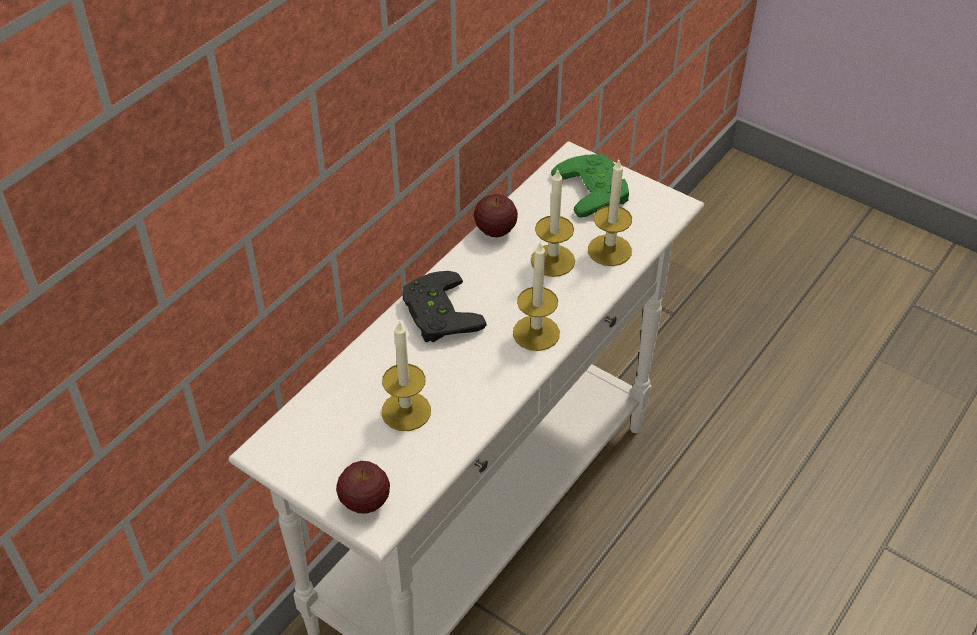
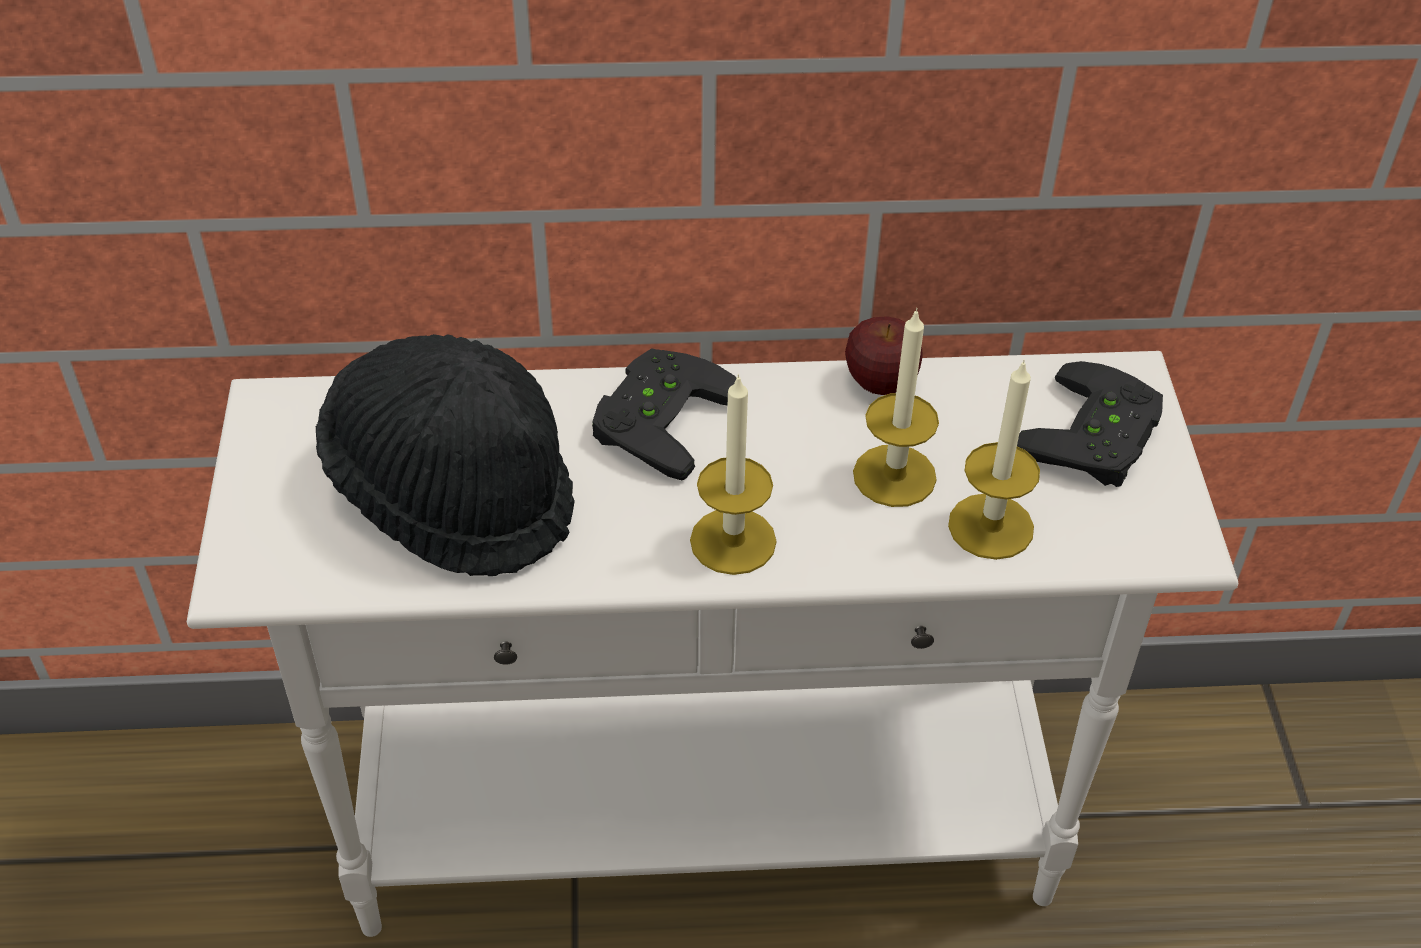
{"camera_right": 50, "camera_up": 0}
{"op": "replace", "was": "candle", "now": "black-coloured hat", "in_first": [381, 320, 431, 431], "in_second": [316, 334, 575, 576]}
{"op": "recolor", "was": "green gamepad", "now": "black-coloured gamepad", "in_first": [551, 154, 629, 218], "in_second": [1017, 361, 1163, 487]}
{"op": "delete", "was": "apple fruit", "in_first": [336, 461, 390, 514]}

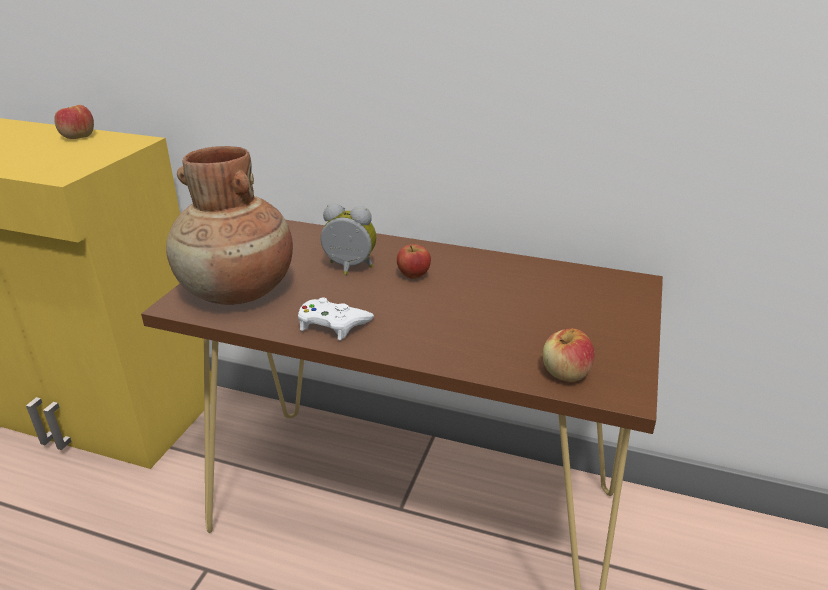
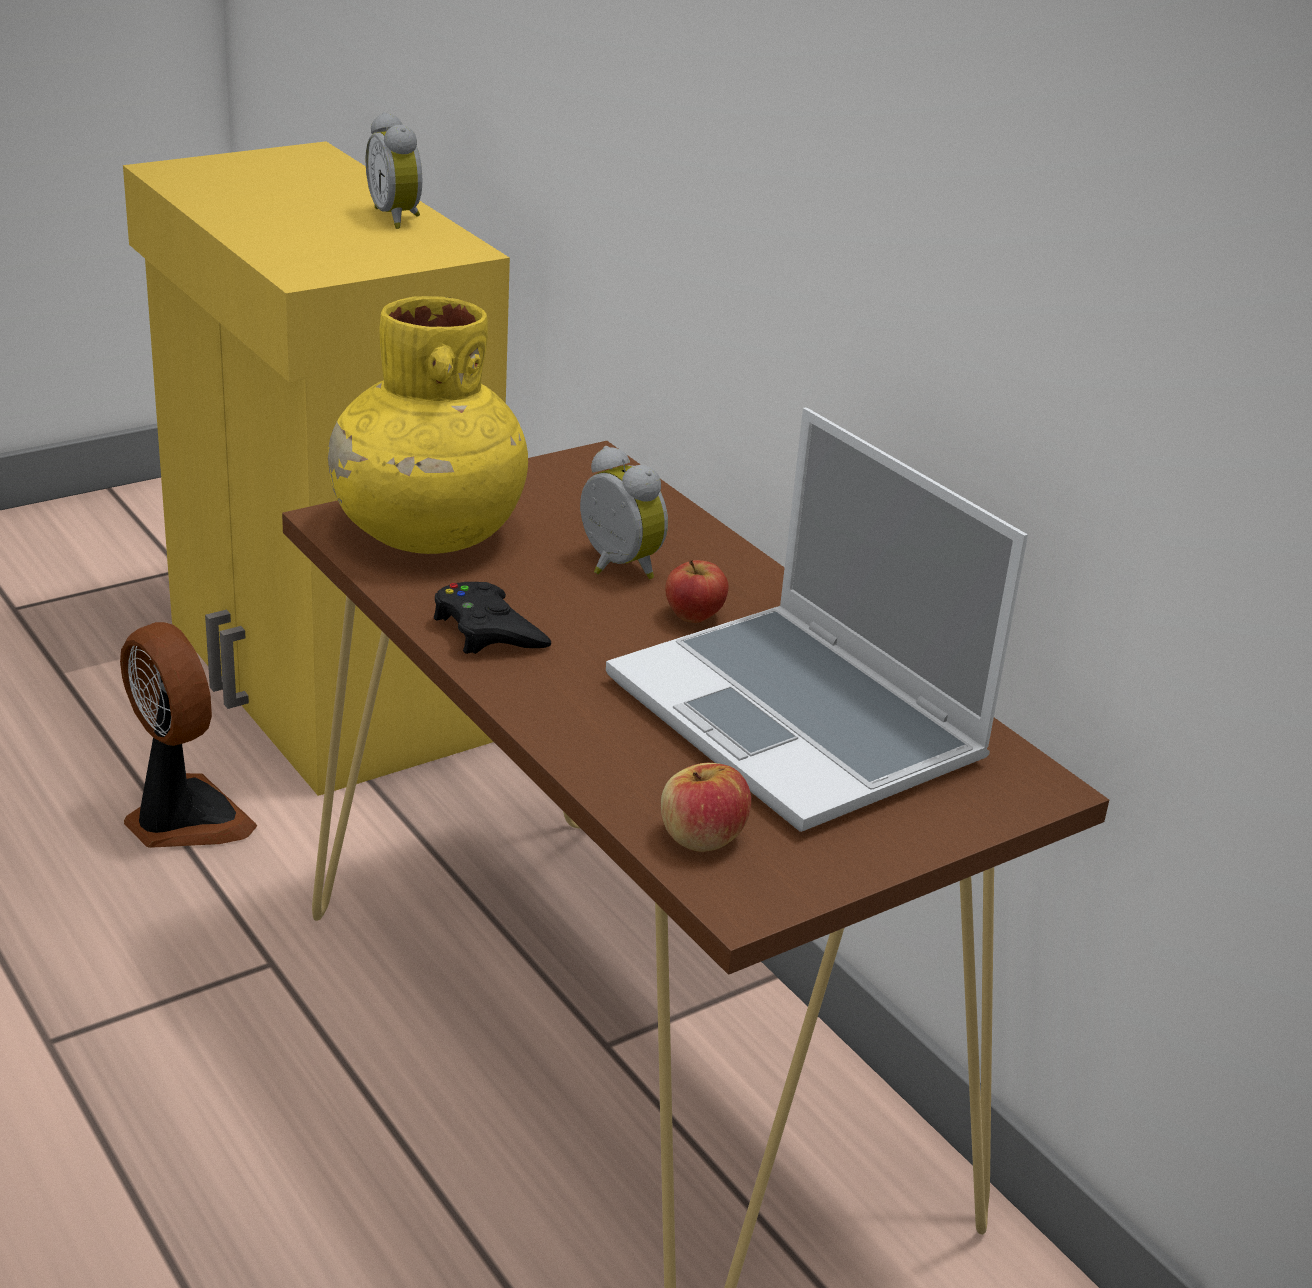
{"camera_right": 35, "camera_up": 0}
{"op": "insert", "now": "cooling fan", "in_second": [120, 622, 257, 848]}
{"op": "recolor", "was": "brown decorative vase", "now": "yellow decorative vase", "in_first": [166, 146, 293, 305], "in_second": [328, 296, 528, 554]}
{"op": "replace", "was": "apple fruit", "now": "bedside clock", "in_first": [54, 105, 94, 139], "in_second": [366, 112, 422, 229]}
{"op": "recolor", "was": "white gamepad", "now": "black-coloured gamepad", "in_first": [298, 298, 374, 340], "in_second": [434, 582, 551, 654]}
{"op": "insert", "now": "portable computer", "in_second": [606, 407, 1028, 832]}

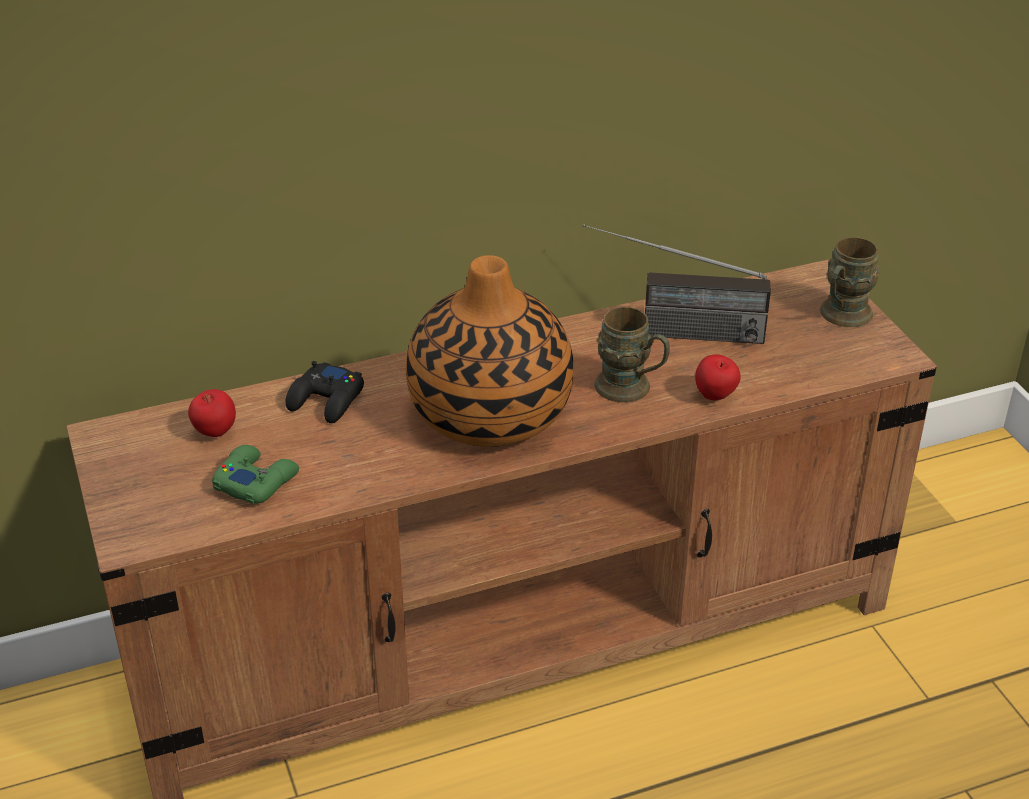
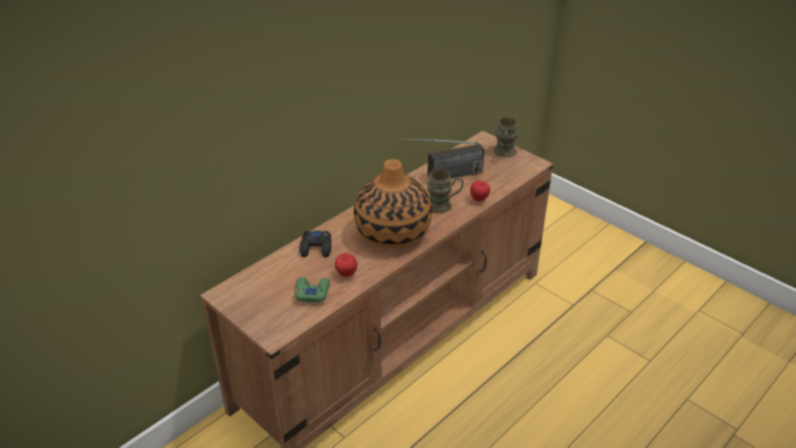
{"camera_right": -25, "camera_up": 0}
{"op": "move", "was": "apple fruit", "in_first": [188, 389, 236, 437], "in_second": [335, 253, 357, 277]}

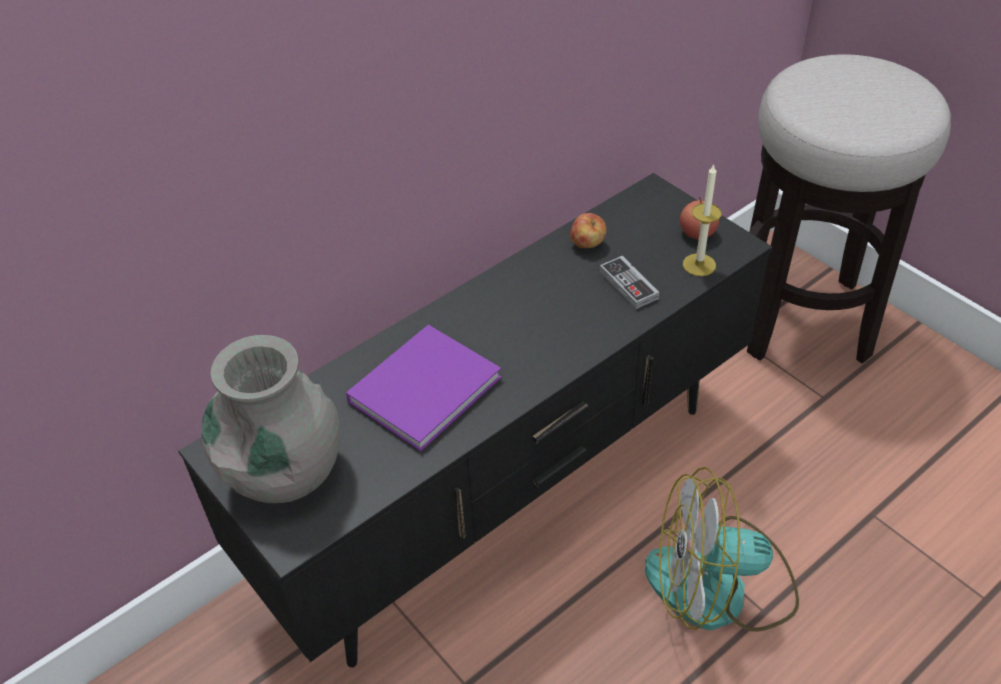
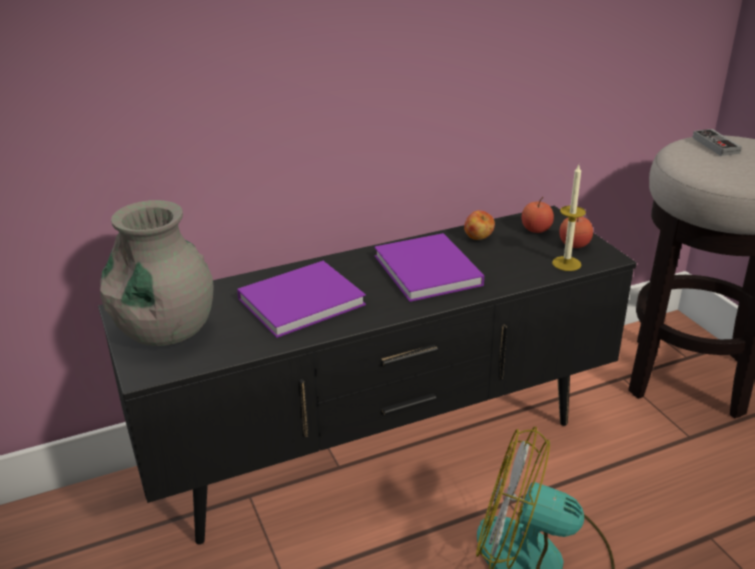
{"camera_right": 15, "camera_up": -15}
{"op": "insert", "now": "purplish bound book", "in_second": [374, 233, 484, 302]}
{"op": "insert", "now": "apple fruit", "in_second": [522, 197, 554, 233]}
{"op": "move", "was": "gamepad", "in_first": [600, 256, 659, 309], "in_second": [692, 129, 742, 156]}

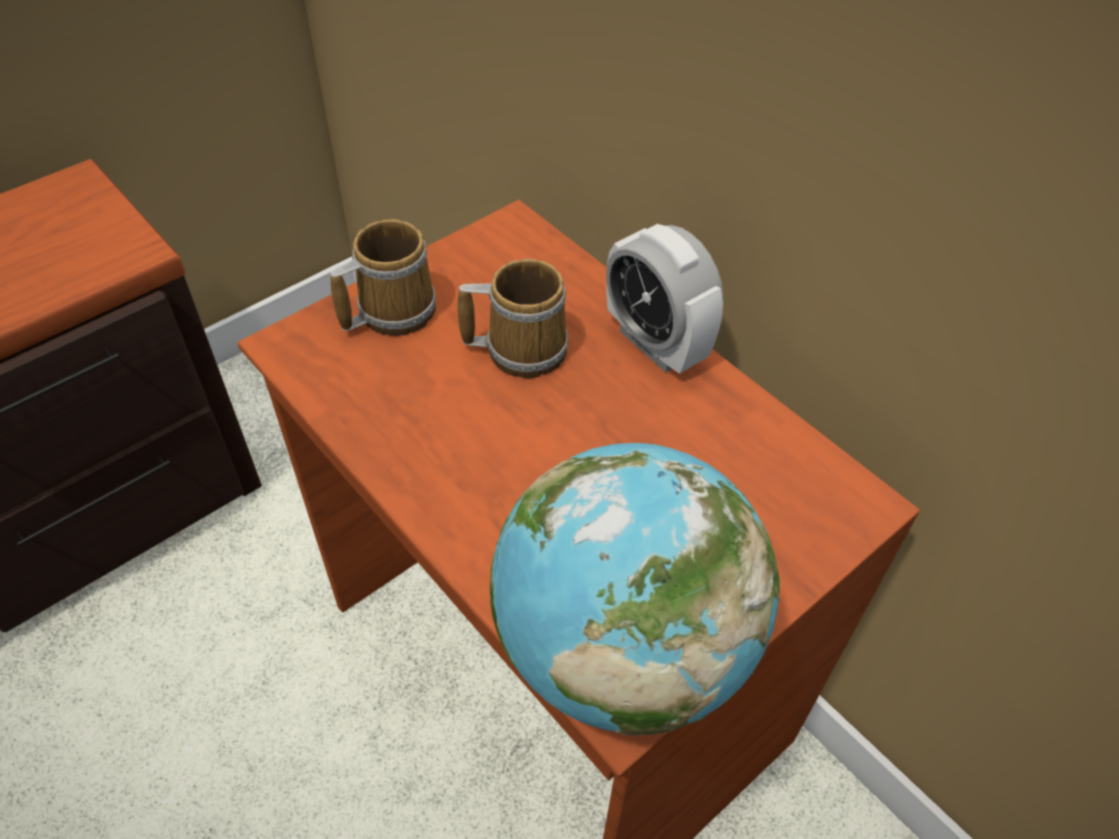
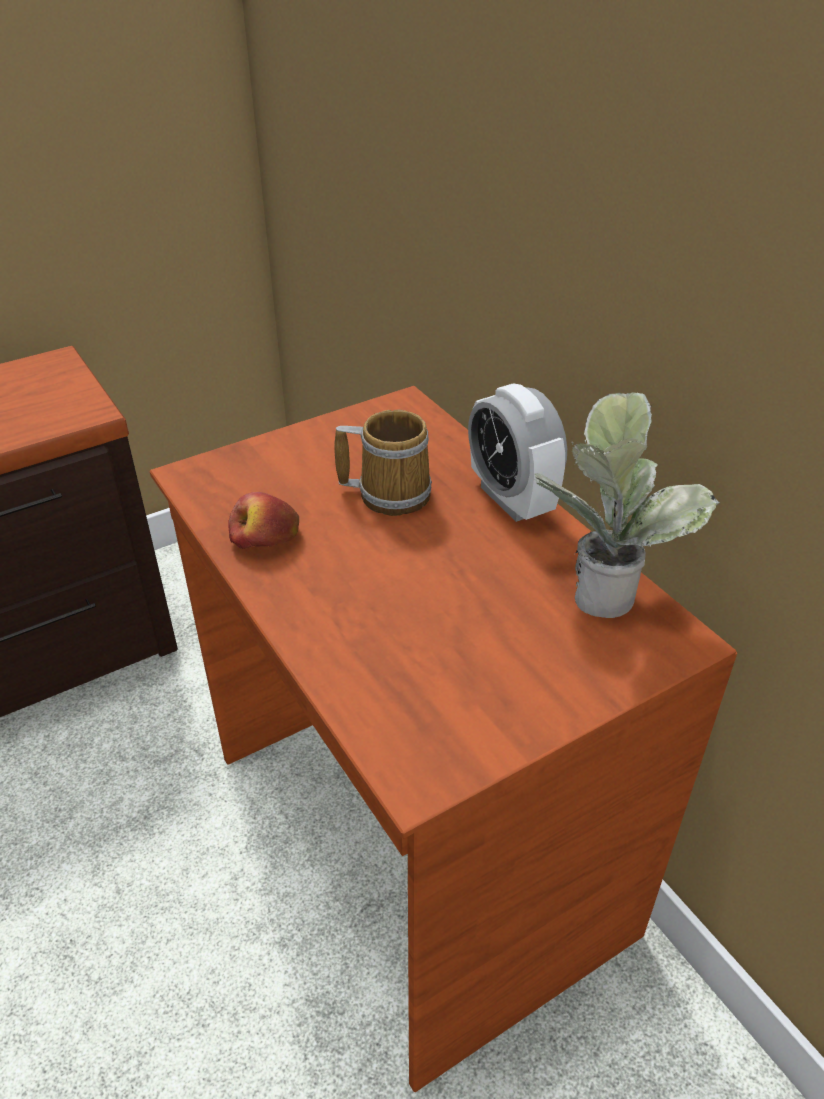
{"camera_right": 10, "camera_up": -10}
{"op": "insert", "now": "apple fruit", "in_second": [229, 492, 299, 549]}
{"op": "insert", "now": "houseplant", "in_second": [535, 392, 720, 618]}
{"op": "delete", "was": "coffee mug", "in_first": [330, 219, 436, 336]}
{"op": "delete", "was": "world globe", "in_first": [490, 443, 780, 736]}

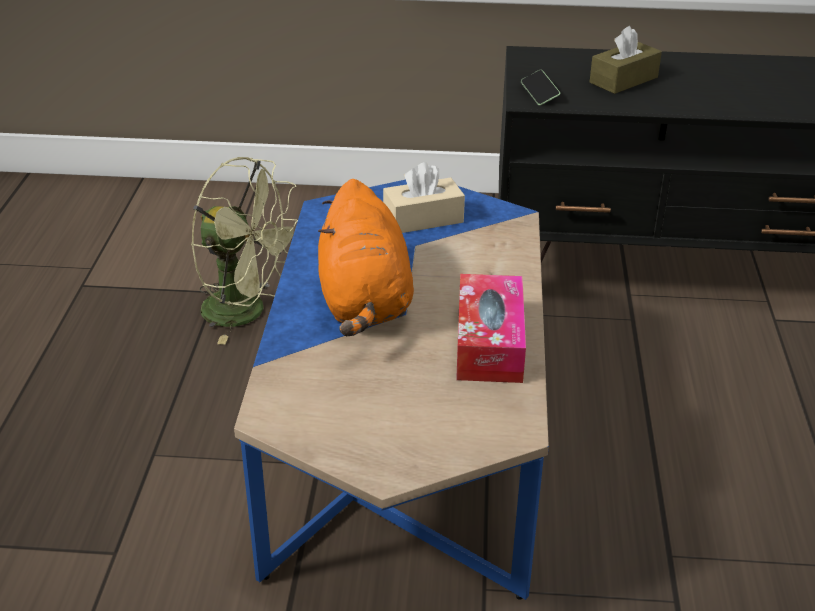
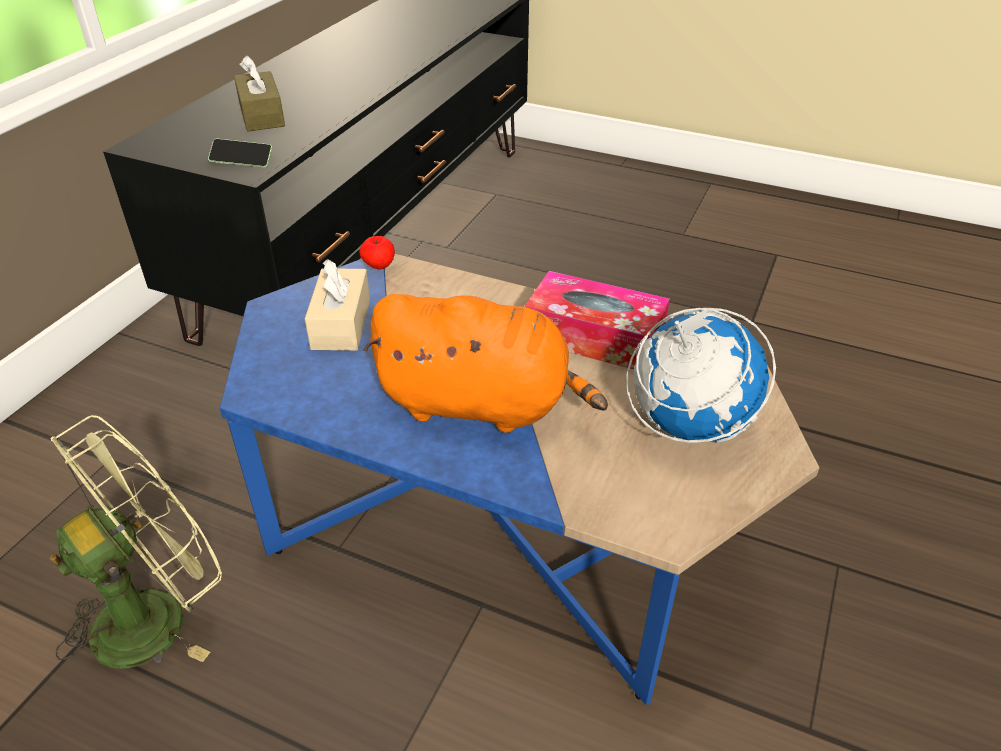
{"camera_right": -70, "camera_up": 5}
{"op": "insert", "now": "apple fruit", "in_second": [359, 236, 395, 269]}
{"op": "insert", "now": "world globe", "in_second": [626, 308, 776, 443]}

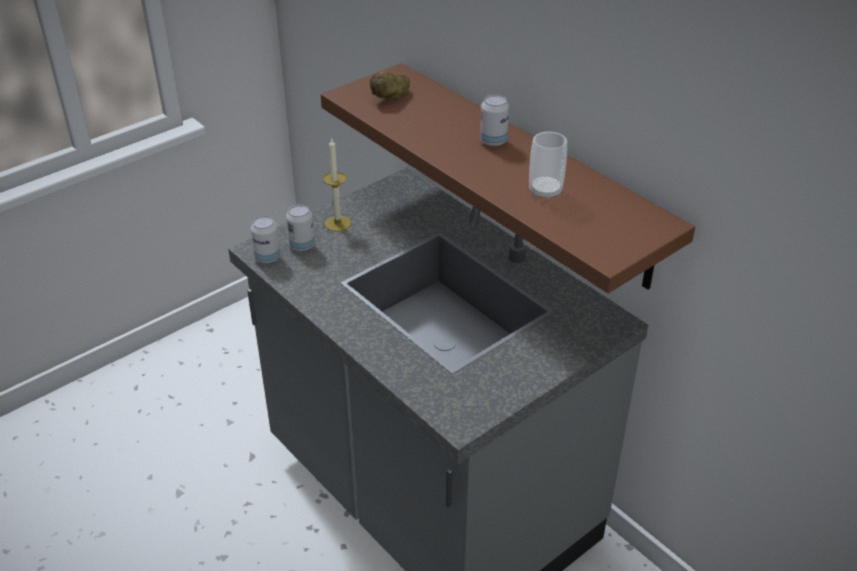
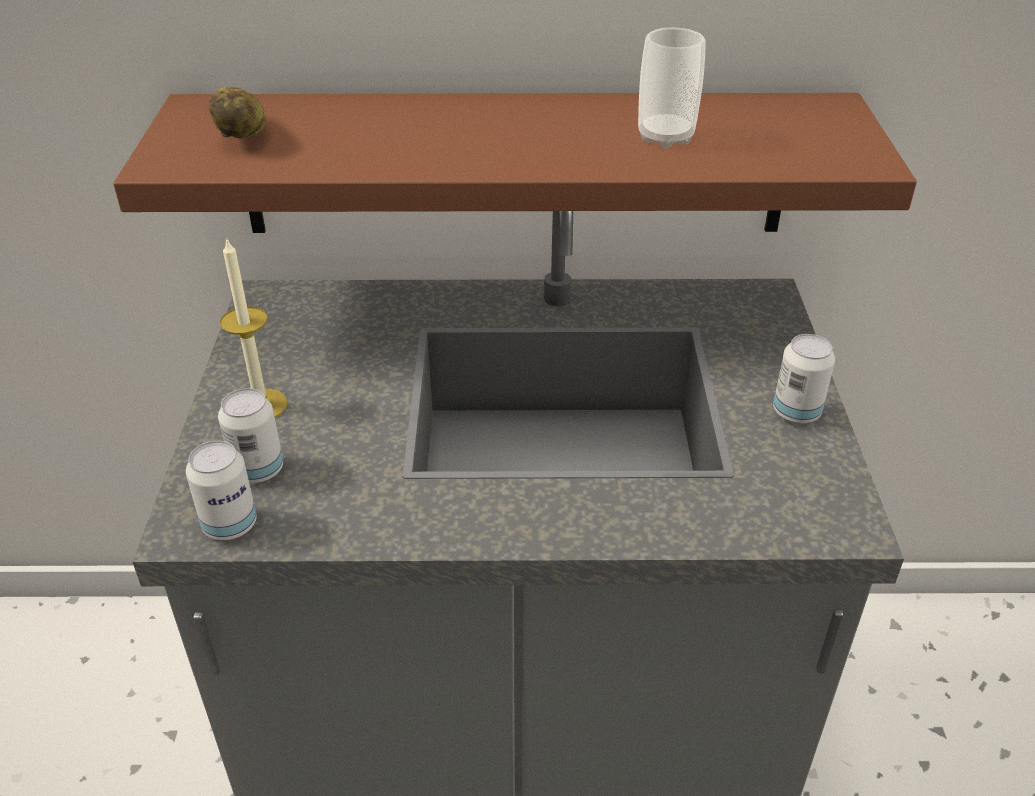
{"camera_right": -50, "camera_up": 0}
{"op": "move", "was": "sealed can", "in_first": [480, 94, 509, 147], "in_second": [773, 334, 835, 424]}

